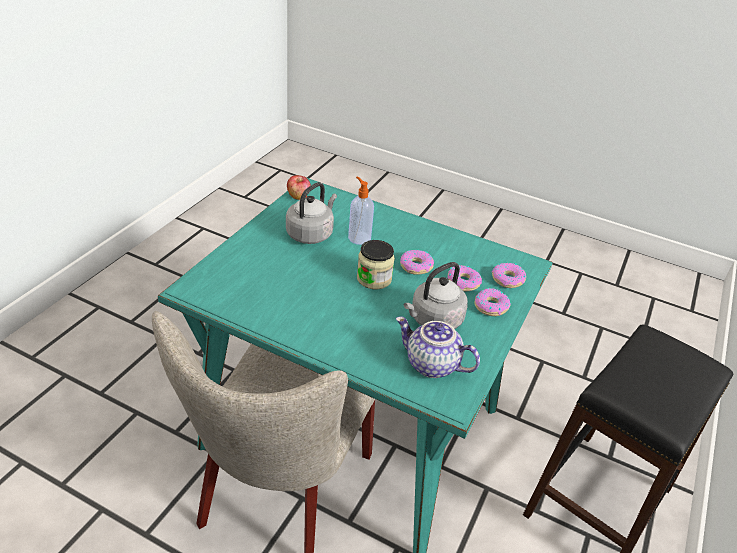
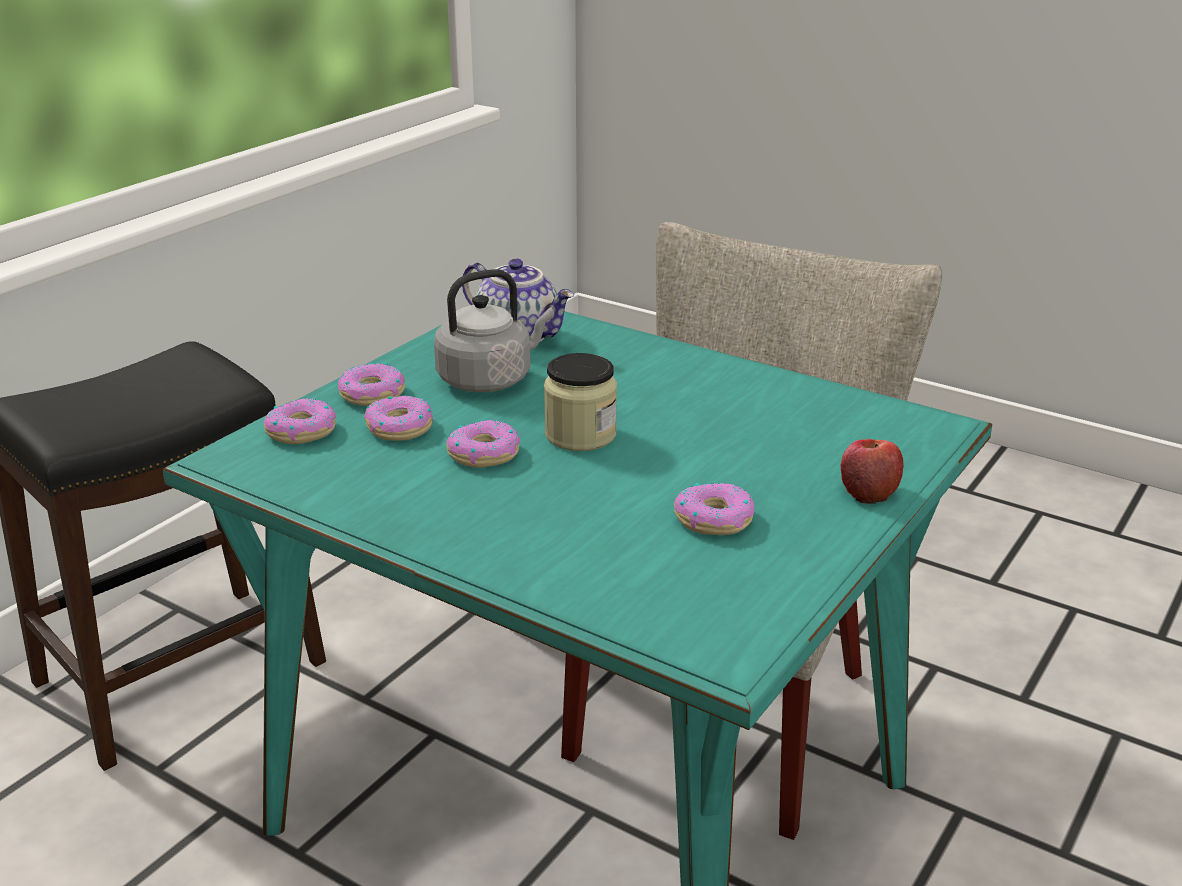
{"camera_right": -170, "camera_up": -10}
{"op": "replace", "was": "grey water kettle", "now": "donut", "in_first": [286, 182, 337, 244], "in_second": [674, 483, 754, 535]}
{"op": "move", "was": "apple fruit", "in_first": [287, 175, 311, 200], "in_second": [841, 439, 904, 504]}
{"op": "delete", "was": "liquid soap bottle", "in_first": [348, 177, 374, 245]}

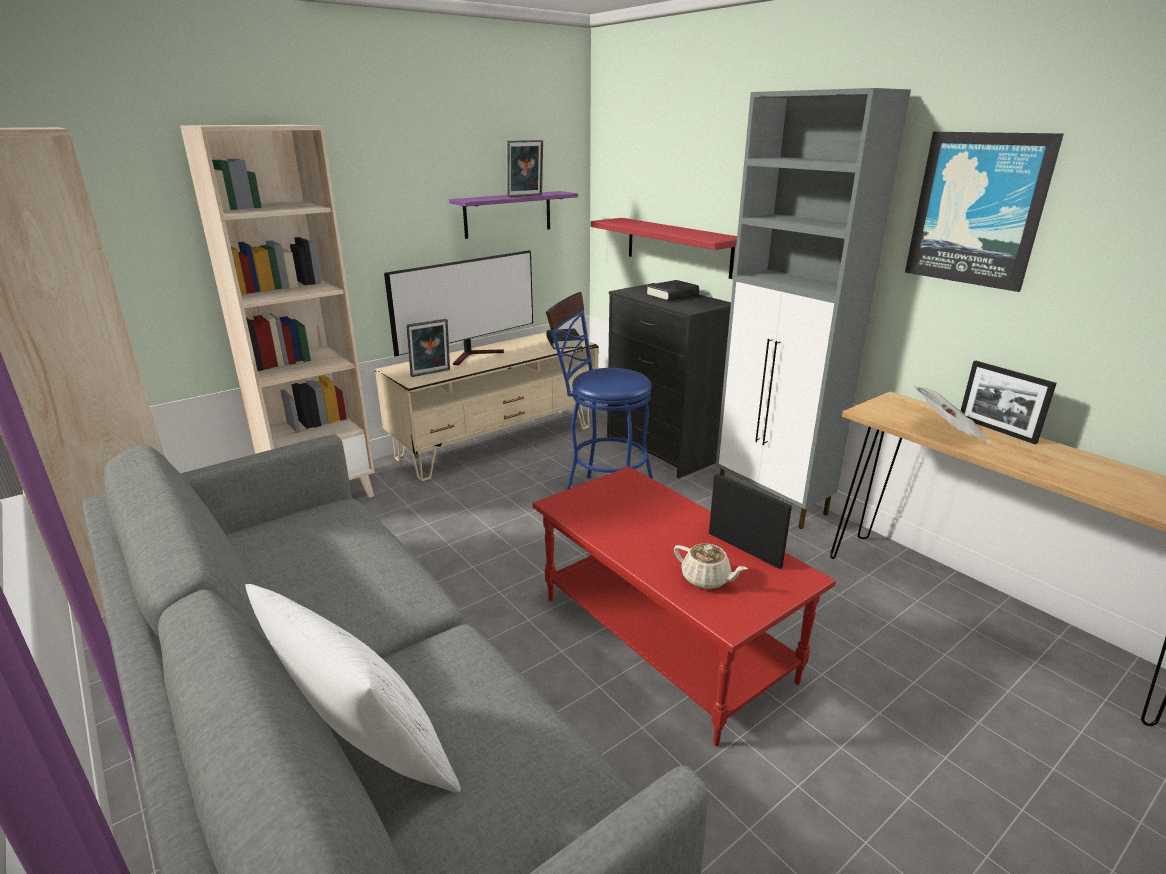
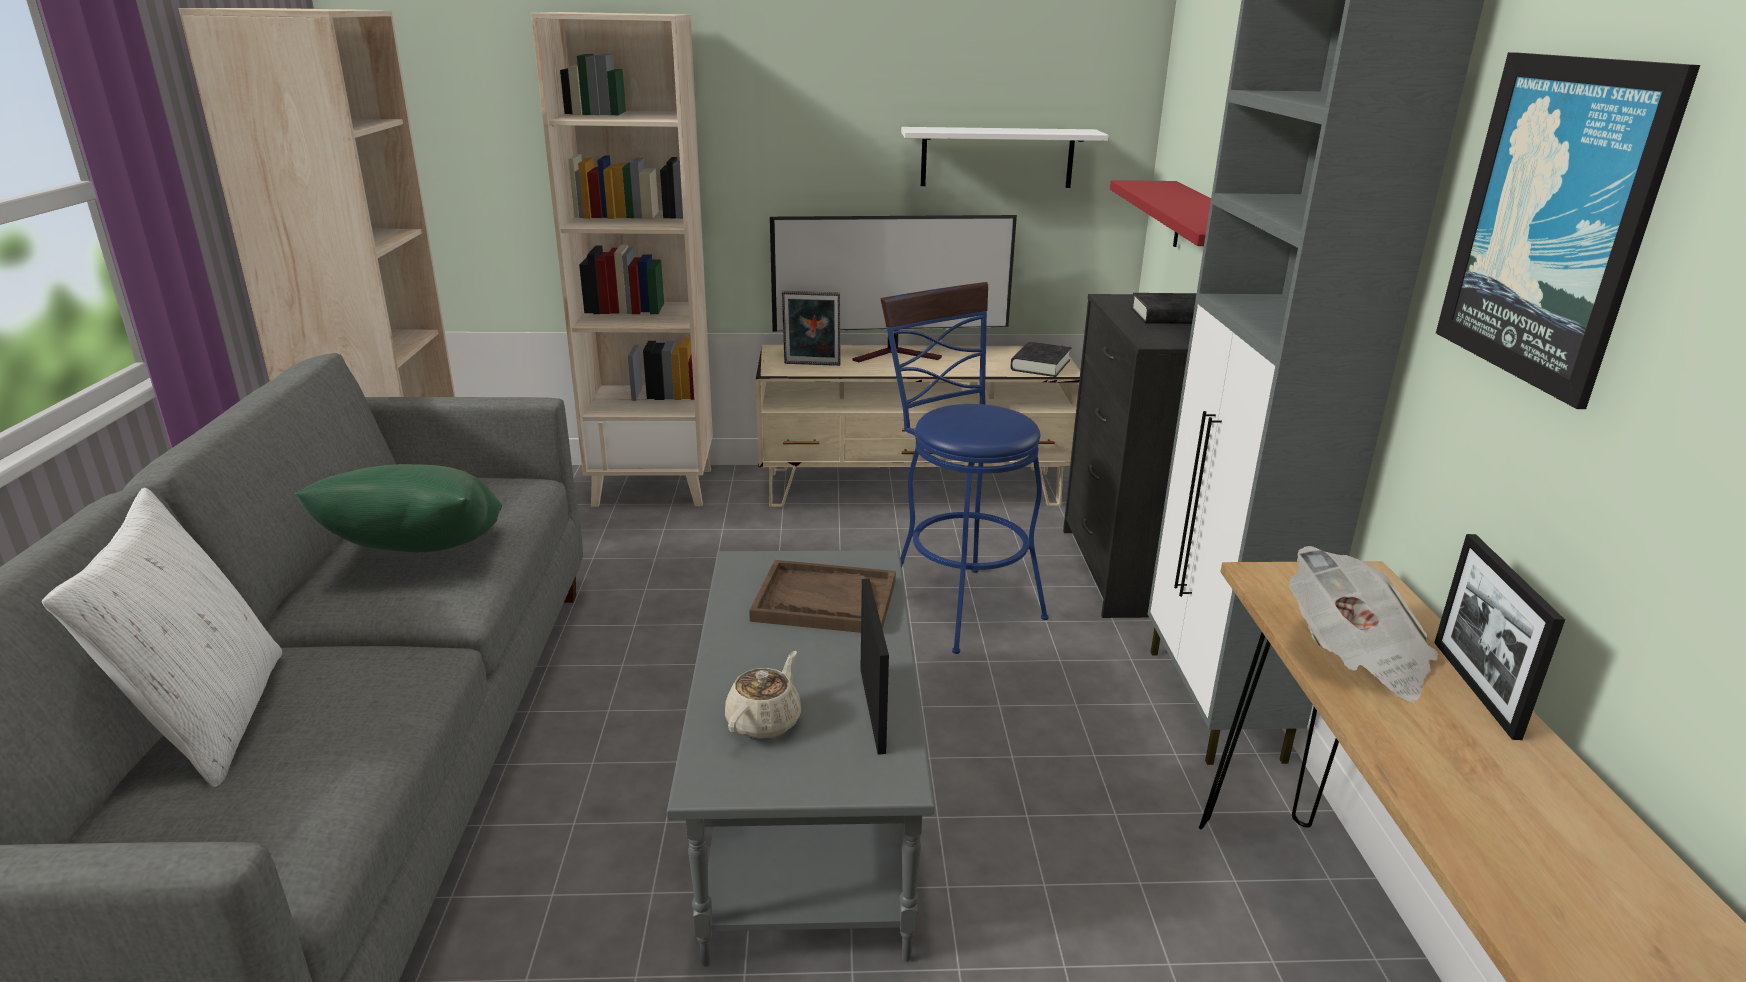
{"camera_right": 35, "camera_up": 0}
{"op": "insert", "now": "green cushion", "in_second": [295, 464, 502, 553]}
{"op": "recolor", "was": "reddish lounge table", "now": "grey lounge table", "in_first": [533, 466, 836, 746], "in_second": [667, 550, 934, 966]}
{"op": "rotate", "was": "beige-coloured pot for tea", "in_first": [674, 544, 748, 589], "in_second": [725, 651, 801, 739], "clockwise": -135}
{"op": "insert", "now": "brown tray", "in_second": [749, 560, 896, 633]}
{"op": "recolor", "was": "purplish wall shelf", "now": "white wall shelf", "in_first": [449, 191, 578, 239], "in_second": [901, 127, 1108, 188]}
{"op": "delete", "was": "picture frame", "in_first": [507, 140, 543, 197]}

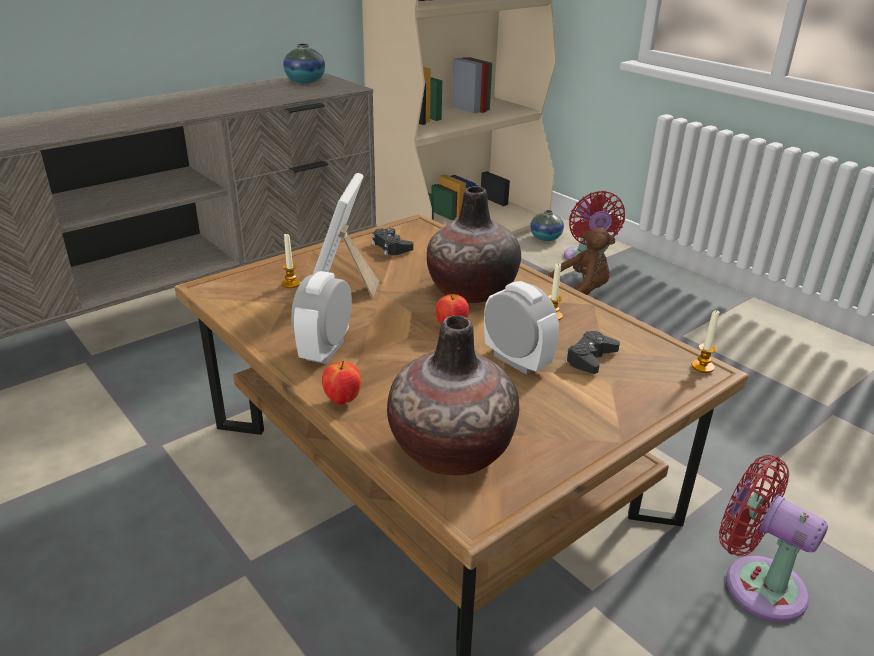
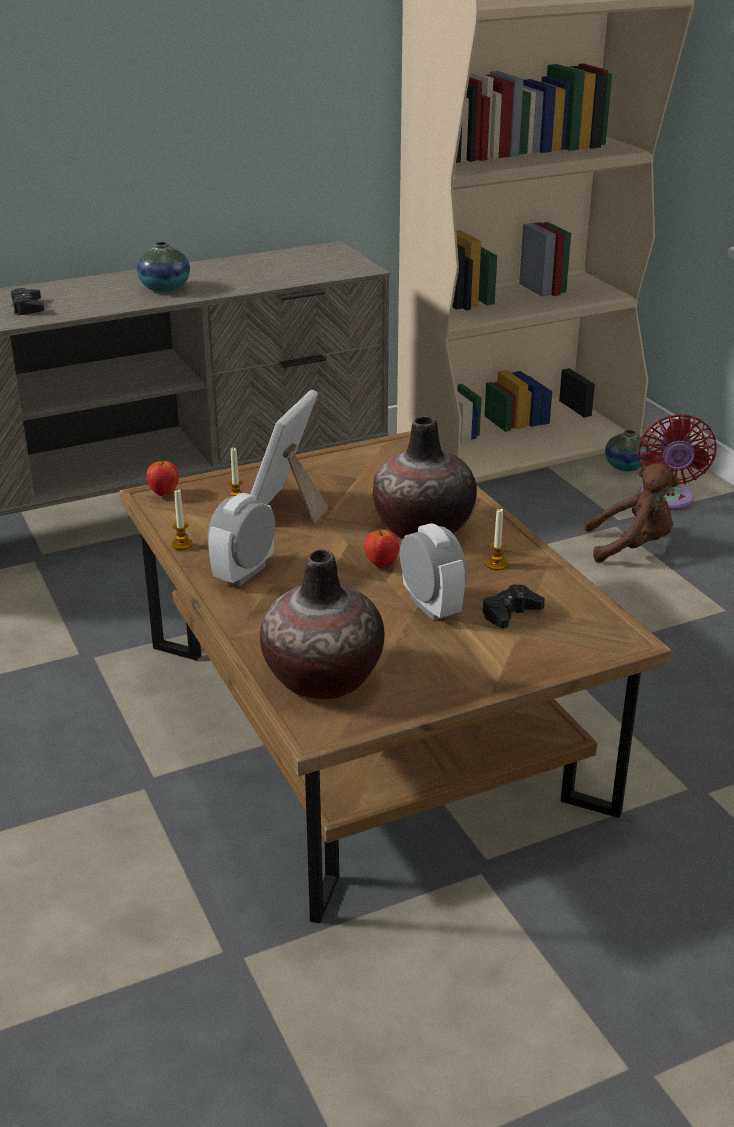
{"camera_right": 15, "camera_up": 0}
{"op": "move", "was": "black-coloured gamepad", "in_first": [372, 228, 413, 256], "in_second": [10, 288, 44, 315]}
{"op": "move", "was": "decorative vase", "in_first": [283, 44, 325, 83], "in_second": [137, 242, 190, 292]}
{"op": "move", "was": "apple fruit", "in_first": [322, 361, 361, 405], "in_second": [147, 459, 179, 496]}
{"op": "move", "was": "candle", "in_first": [691, 310, 719, 373], "in_second": [171, 489, 193, 550]}
{"op": "delete", "was": "reddish cooling fan", "in_first": [719, 455, 828, 622]}

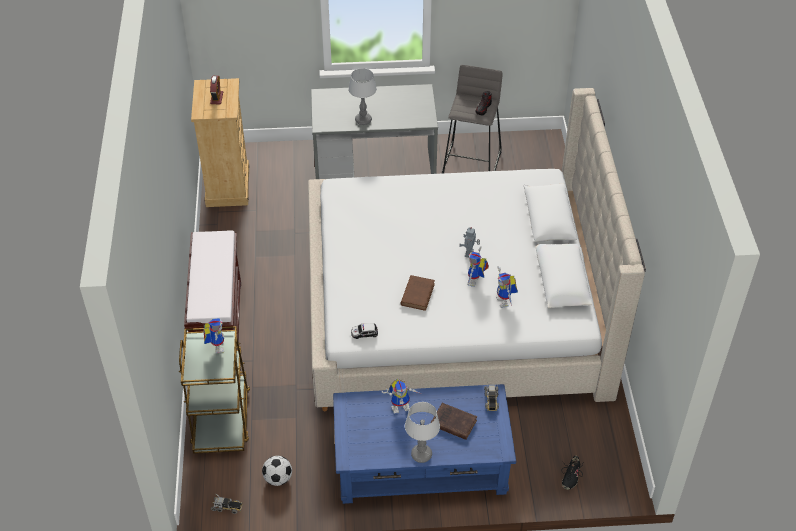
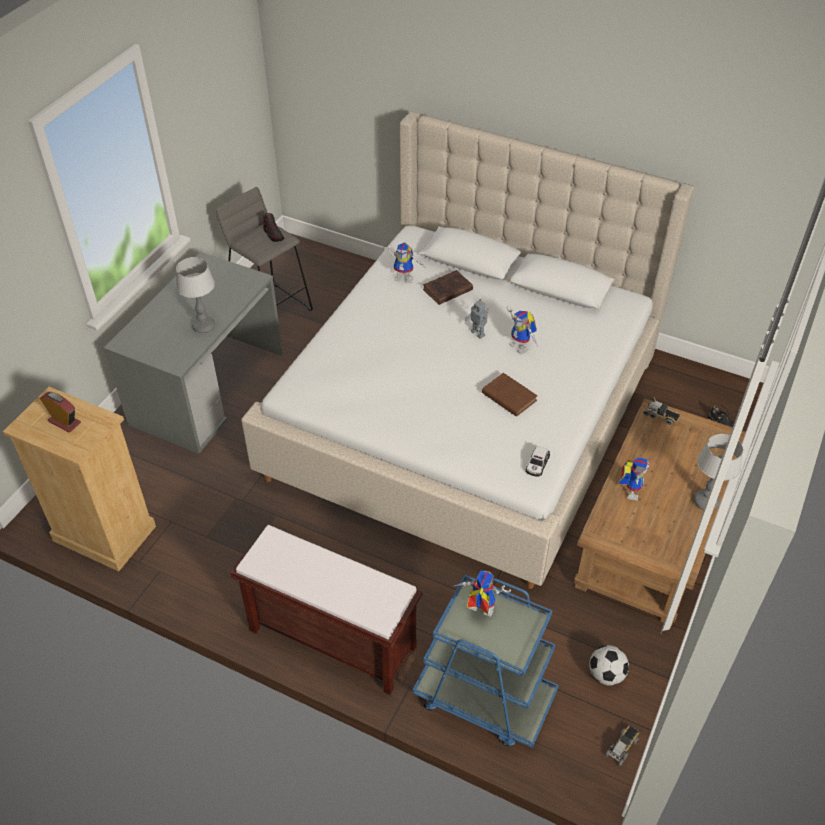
{"camera_right": -60, "camera_up": 0}
{"op": "move", "was": "toy robot", "in_first": [496, 266, 518, 308], "in_second": [383, 242, 427, 283]}
{"op": "recolor", "was": "brown wheeled cart", "now": "blue-coloured wheeled cart", "in_first": [179, 326, 250, 454], "in_second": [413, 574, 559, 748]}
{"op": "move", "was": "brown bound book", "in_first": [431, 403, 477, 440], "in_second": [423, 270, 473, 305]}
{"op": "recolor", "was": "blue-coloured lounge table", "now": "brown lounge table", "in_first": [333, 384, 516, 504], "in_second": [573, 398, 746, 626]}

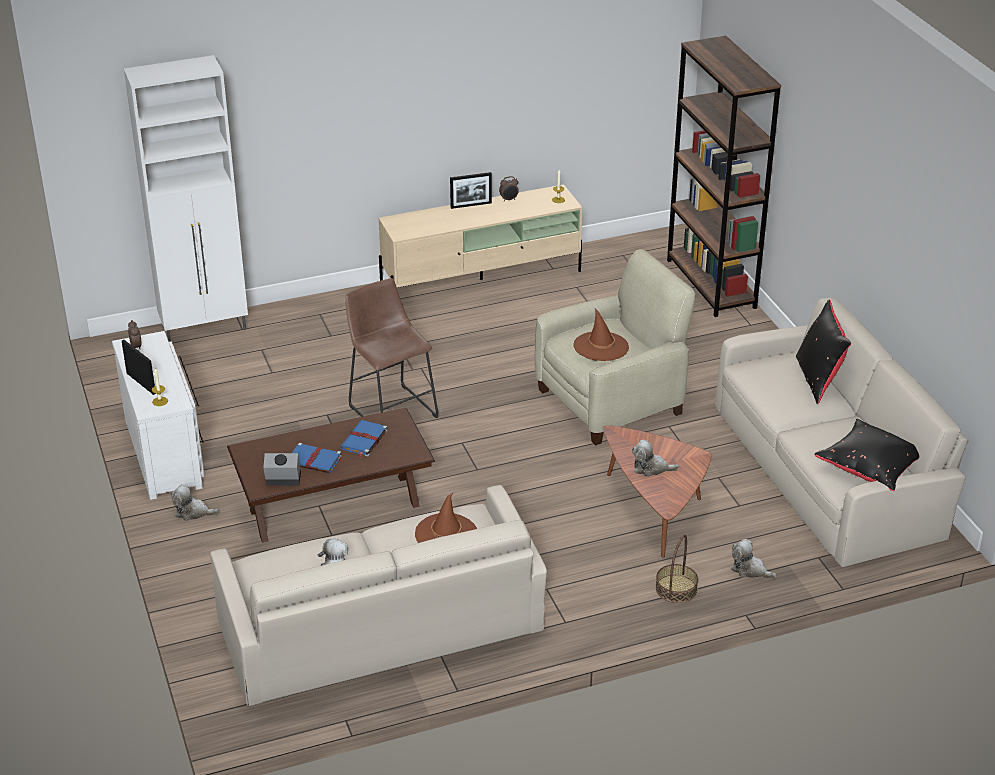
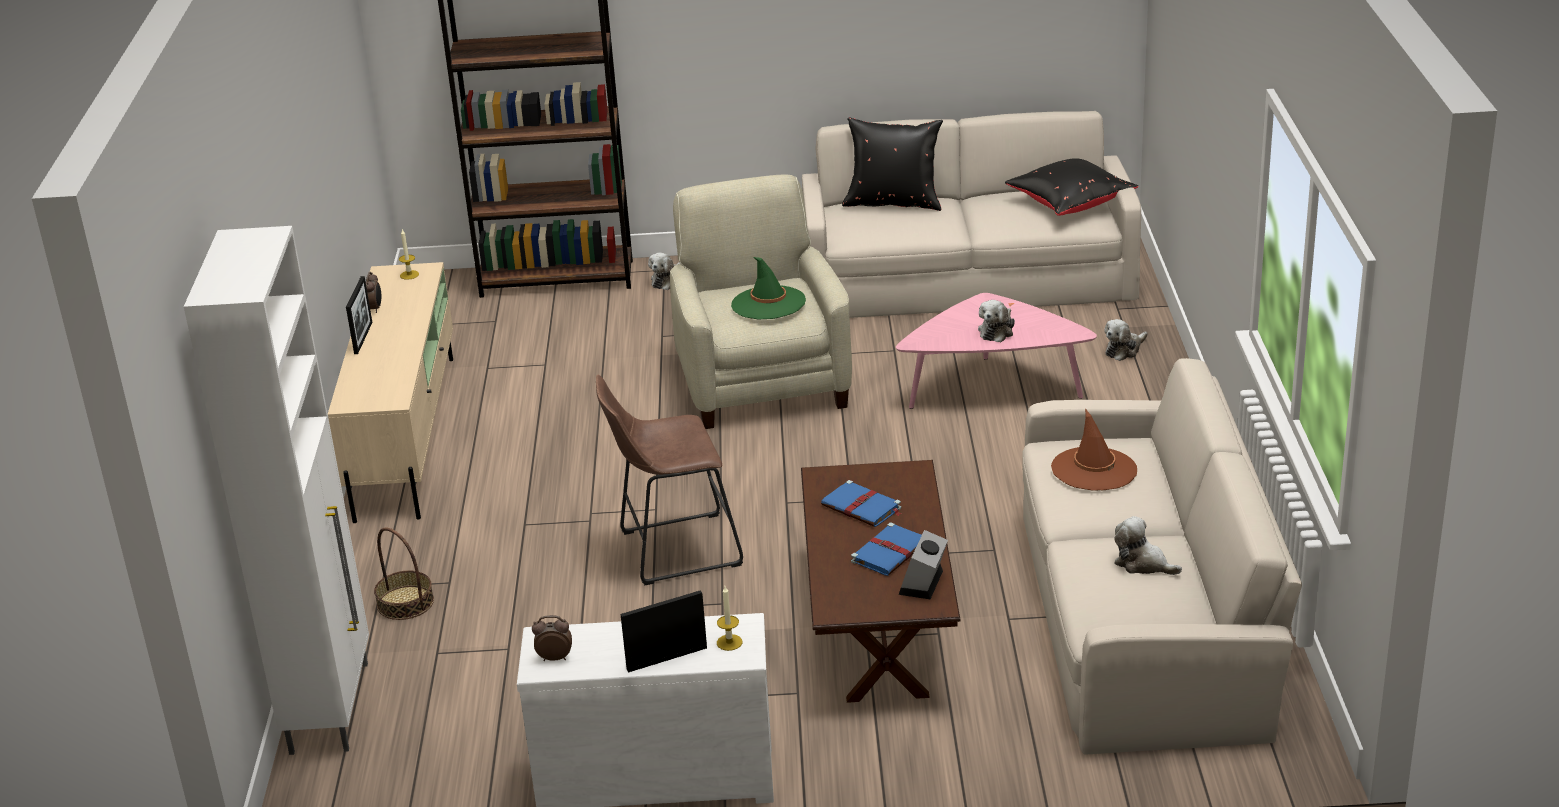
{"camera_right": -70, "camera_up": -5}
{"op": "move", "was": "basket", "in_first": [656, 535, 698, 603], "in_second": [374, 528, 434, 620]}
{"op": "move", "was": "cuddly toy", "in_first": [171, 484, 219, 521], "in_second": [648, 253, 680, 290]}
{"op": "recolor", "was": "brown hat", "now": "green hat", "in_first": [573, 309, 629, 361], "in_second": [731, 257, 806, 319]}
{"op": "recolor", "was": "brown lounge table", "now": "pink lounge table", "in_first": [603, 425, 712, 558], "in_second": [896, 293, 1097, 409]}

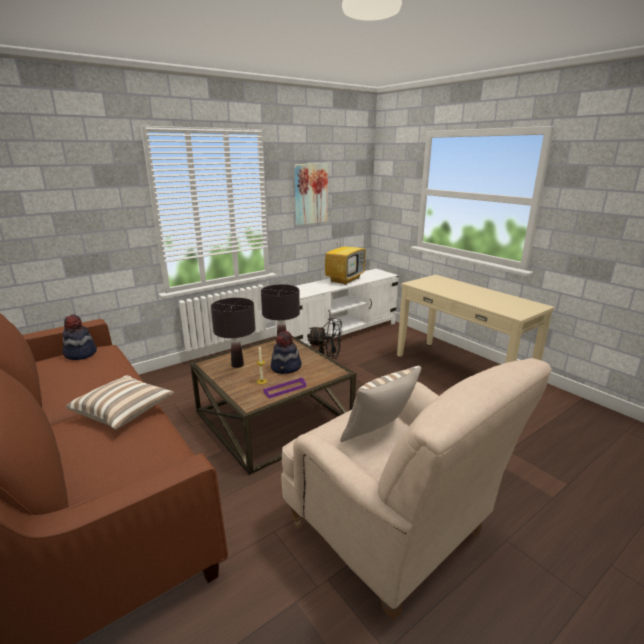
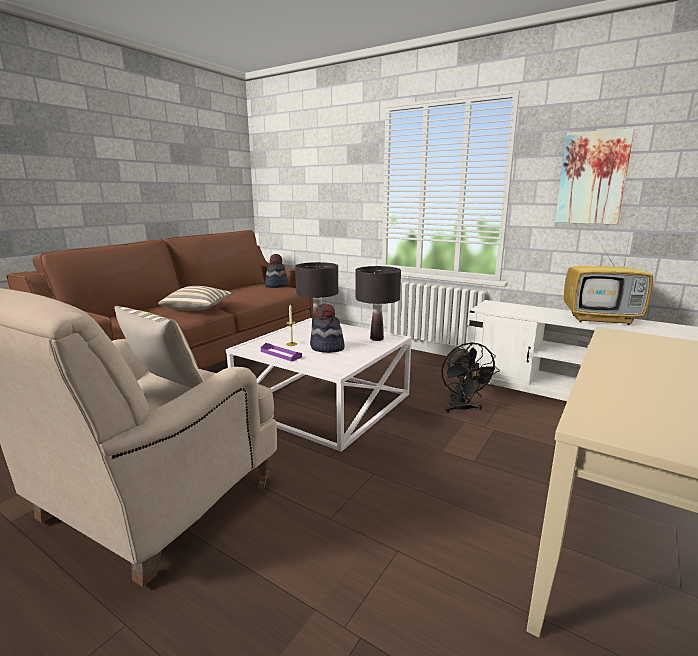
{"camera_right": 70, "camera_up": -5}
{"op": "recolor", "was": "brown lounge table", "now": "white lounge table", "in_first": [190, 336, 356, 475], "in_second": [226, 318, 412, 452]}

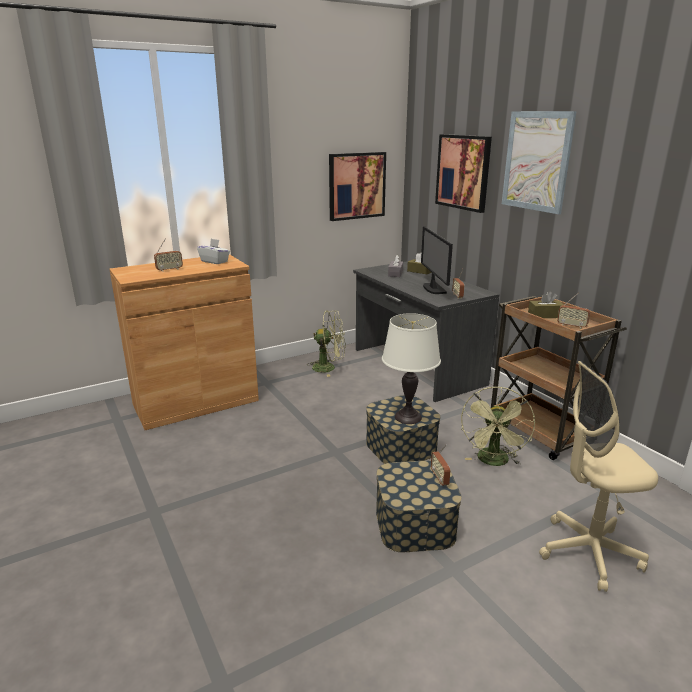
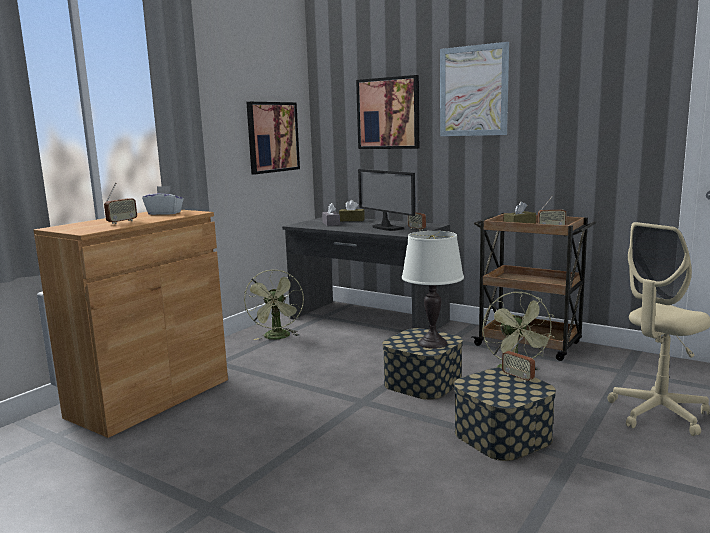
{"camera_right": -25, "camera_up": -10}
{"op": "rotate", "was": "green cooling fan", "in_first": [308, 310, 345, 377], "in_second": [244, 270, 304, 340], "clockwise": 105}

